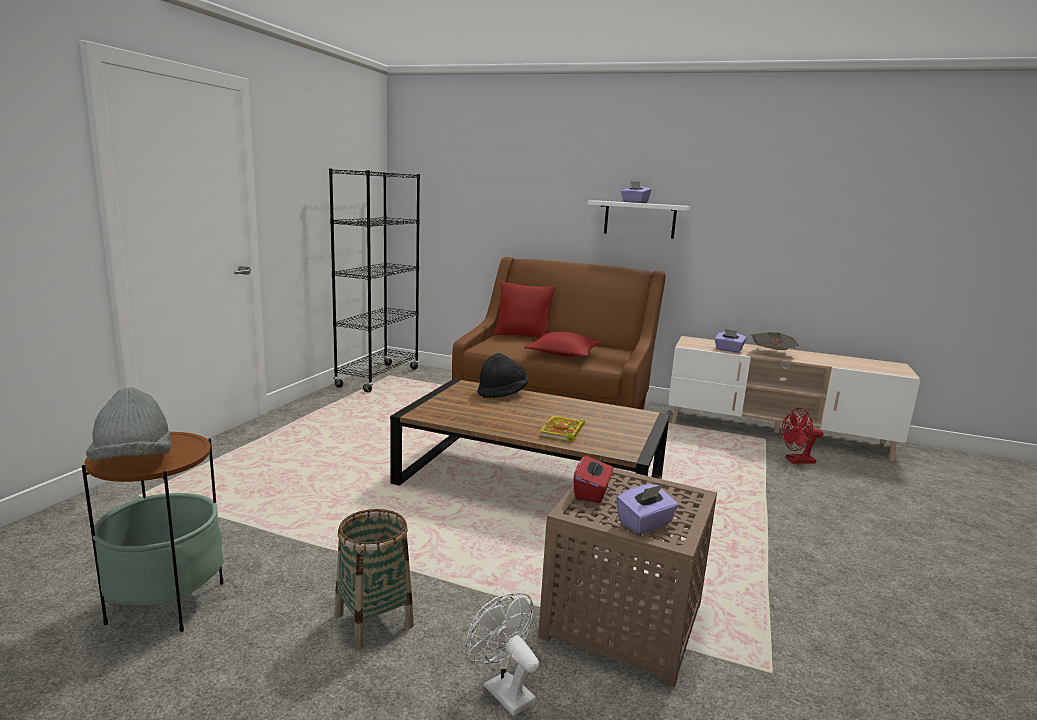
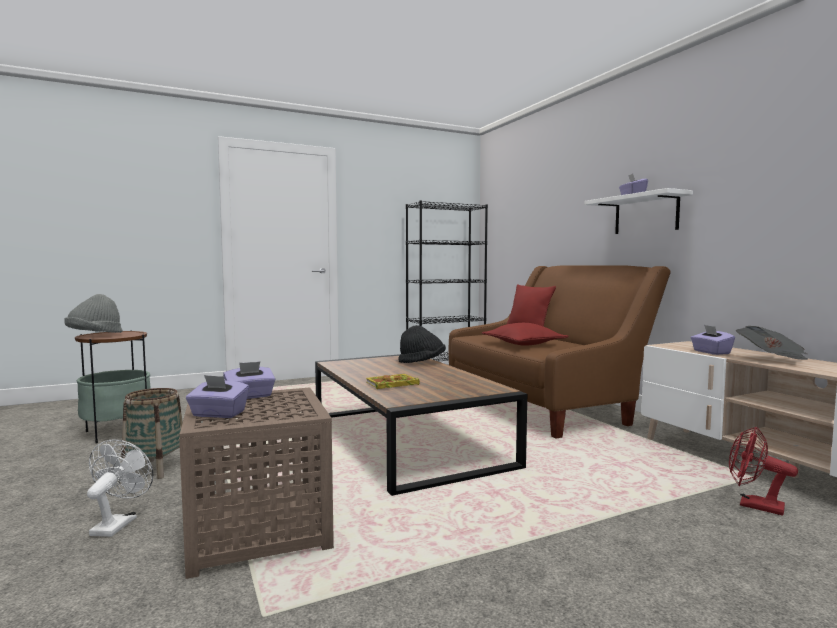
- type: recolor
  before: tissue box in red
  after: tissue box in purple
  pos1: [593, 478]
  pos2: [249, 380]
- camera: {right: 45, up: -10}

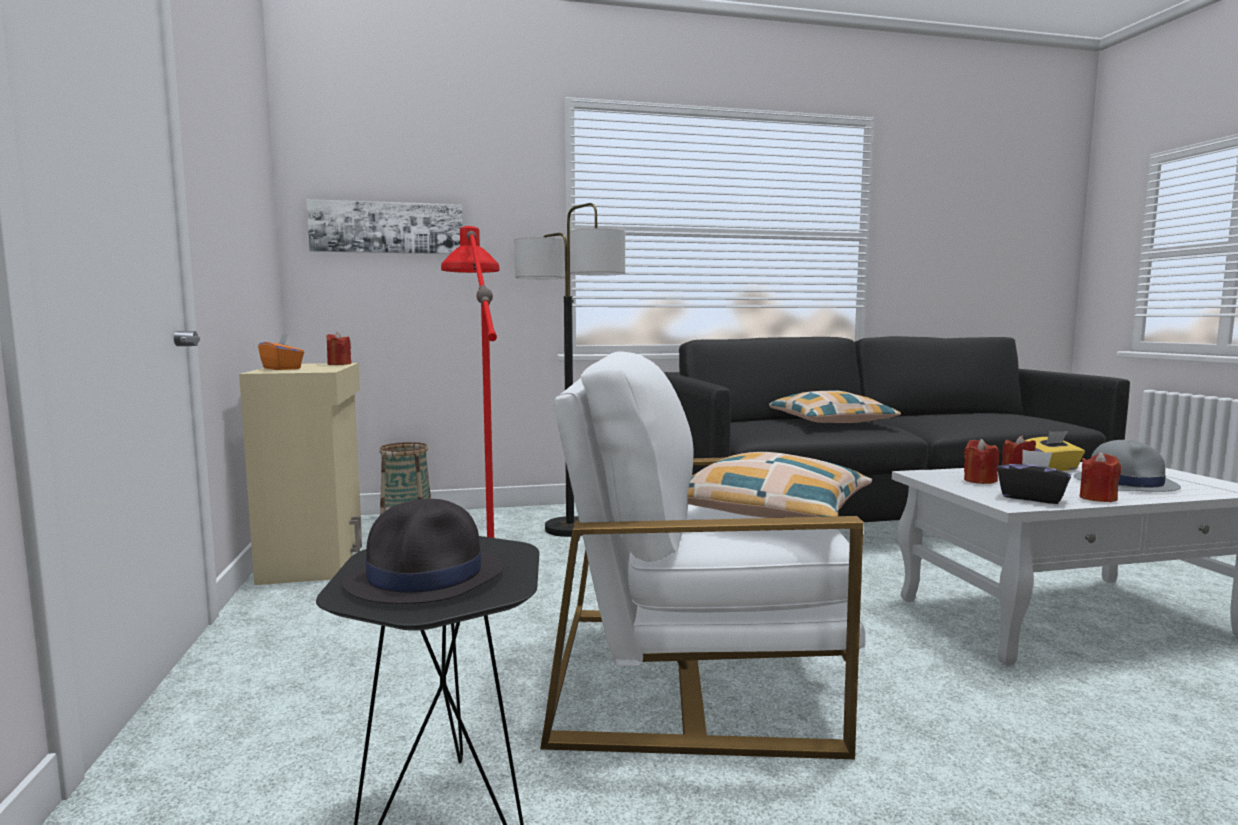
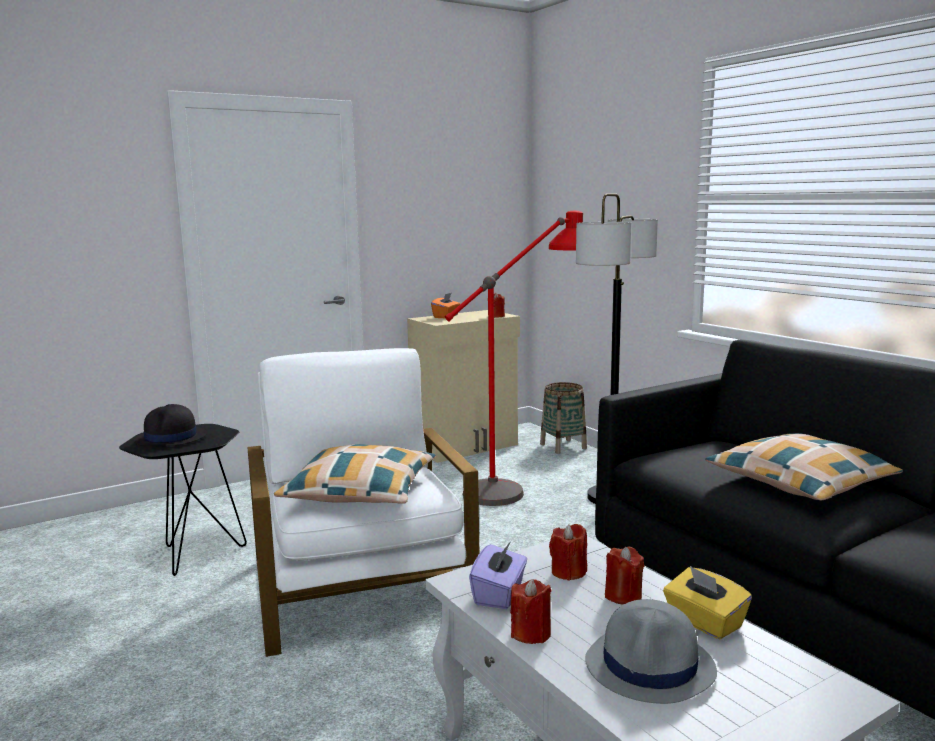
- type: delete
  before: picture
  pos1: [384, 226]
- type: recolor
  before: tissue box in black
  after: tissue box in purple
  pos1: [1034, 477]
  pos2: [498, 575]
- camera: {right: 70, up: 5}

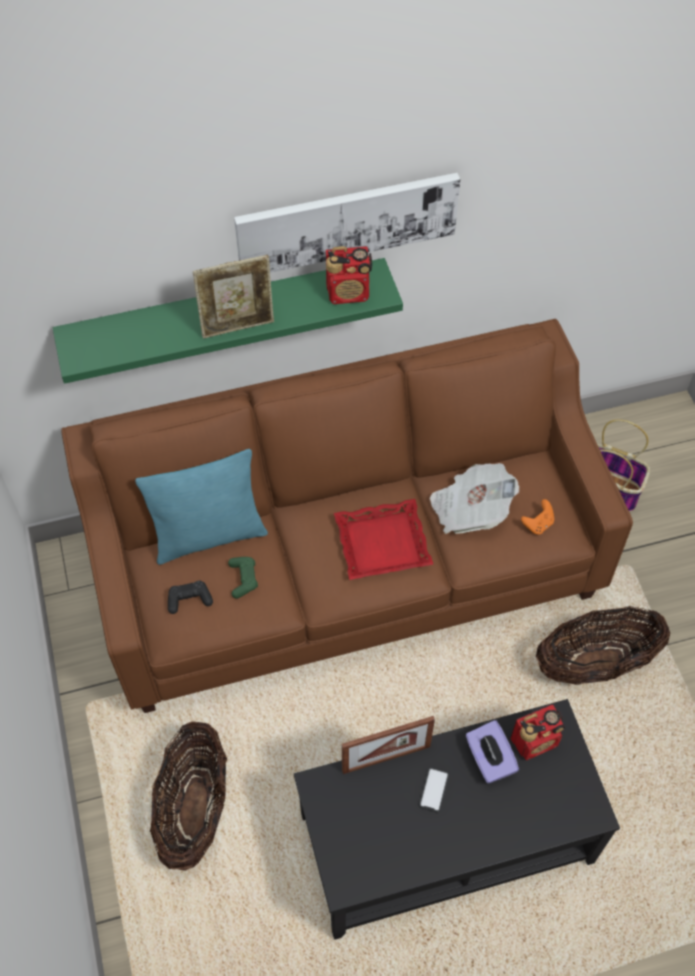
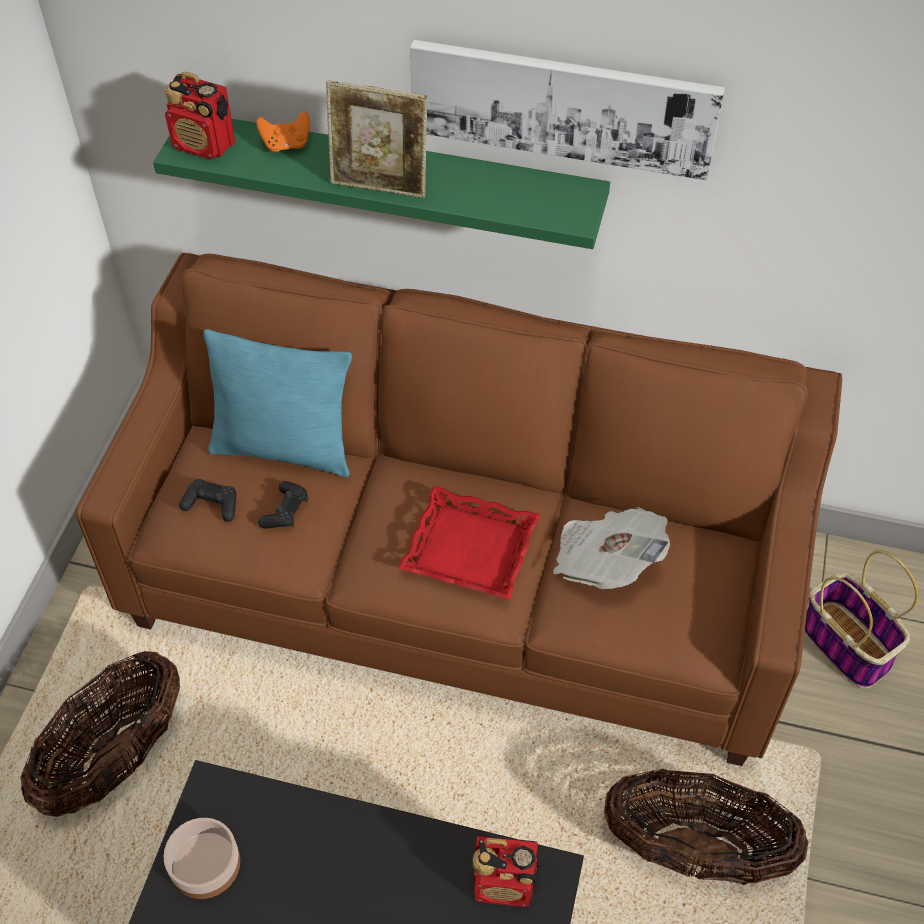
- type: move
  before: radio
  pos1: [349, 275]
  pos2: [200, 115]
- type: move
  before: game controller in orange
  pos1: [537, 517]
  pos2: [283, 131]
- type: recolor
  before: game controller in green
  after: game controller in black
  pos1: [243, 578]
  pos2: [283, 505]
- type: delete
  before: picture frame
  pos1: [388, 745]
- type: delete
  before: tissue box in purple
  pos1: [492, 752]
- type: delete
  before: phone
  pos1: [434, 790]
- type: insert
  after: bowl
  pos2: [202, 858]
- camera: {right: 30, up: -5}

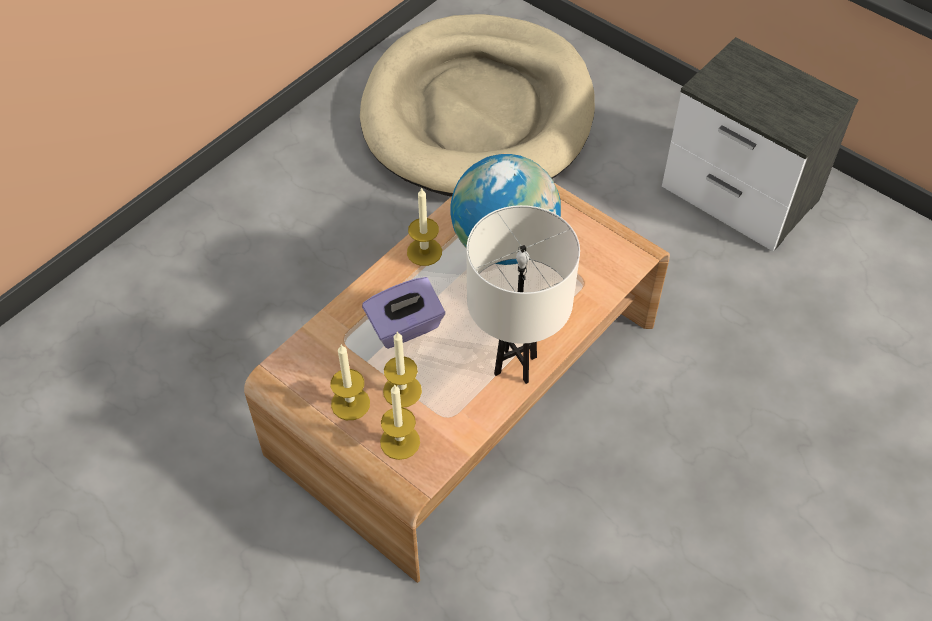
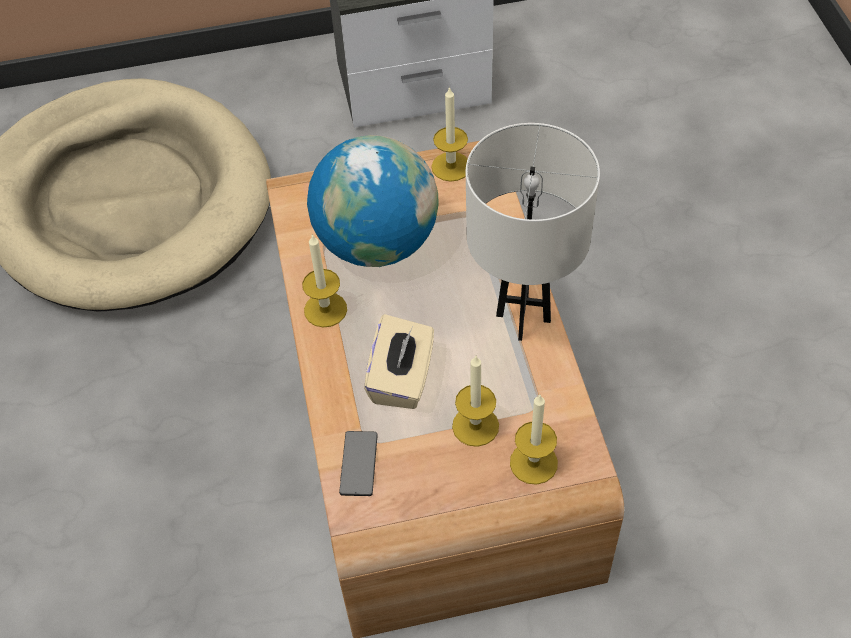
- type: recolor
  before: tissue box in purple
  after: tissue box in beige
  pos1: [403, 313]
  pos2: [399, 361]
- type: move
  before: candle
  pos1: [350, 382]
  pos2: [449, 134]
- type: insert
  after: phone
  pos2: [358, 463]
- camera: {right: -50, up: 0}

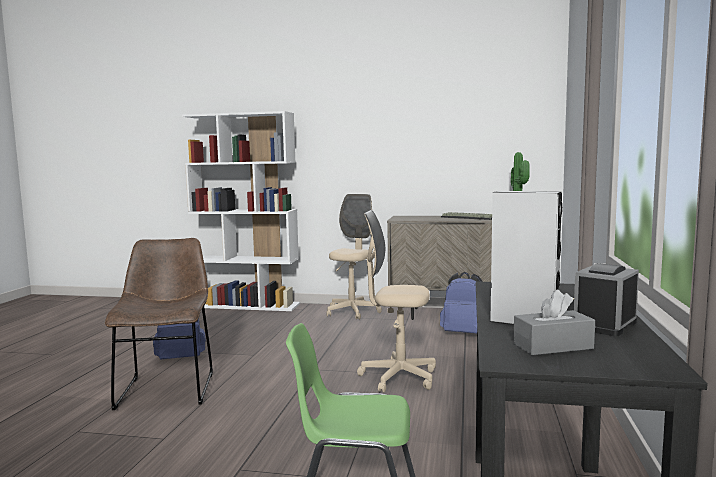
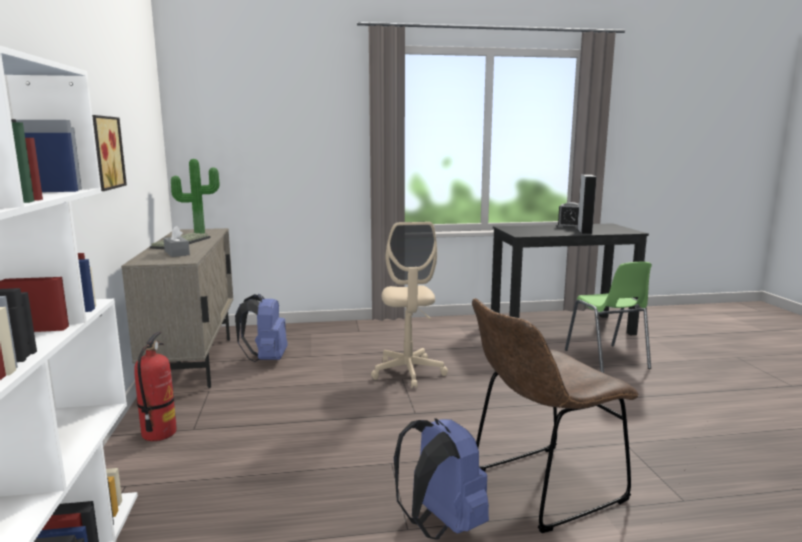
- type: replace
  before: office chair in beige
  after: fire extinguisher
  pos1: [354, 256]
  pos2: [155, 386]
- type: move
  before: tissue box in grey
  pos1: [554, 322]
  pos2: [177, 241]
- type: insert
  after: picture
  pos2: [109, 153]
- camera: {right: -110, up: 5}

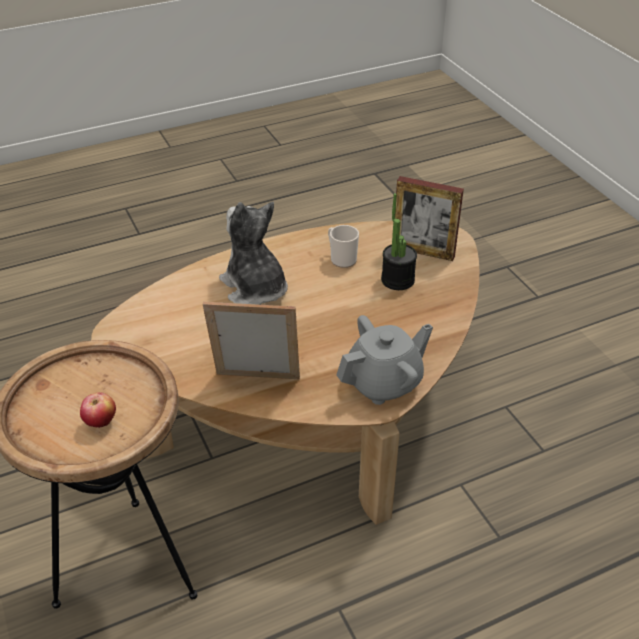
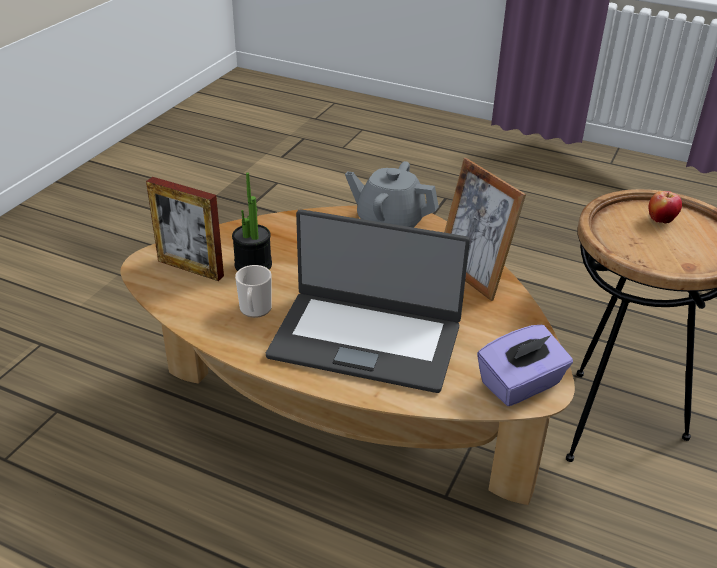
- type: rotate
  before: picture frame
  pos1: [429, 218]
  pos2: [185, 229]
  turn: 135
- type: replace
  before: plush toy
  after: laptop
  pos1: [253, 253]
  pos2: [368, 301]
- type: insert
  after: tissue box in purple
  pos2: [525, 365]
- camera: {right: -130, up: -5}

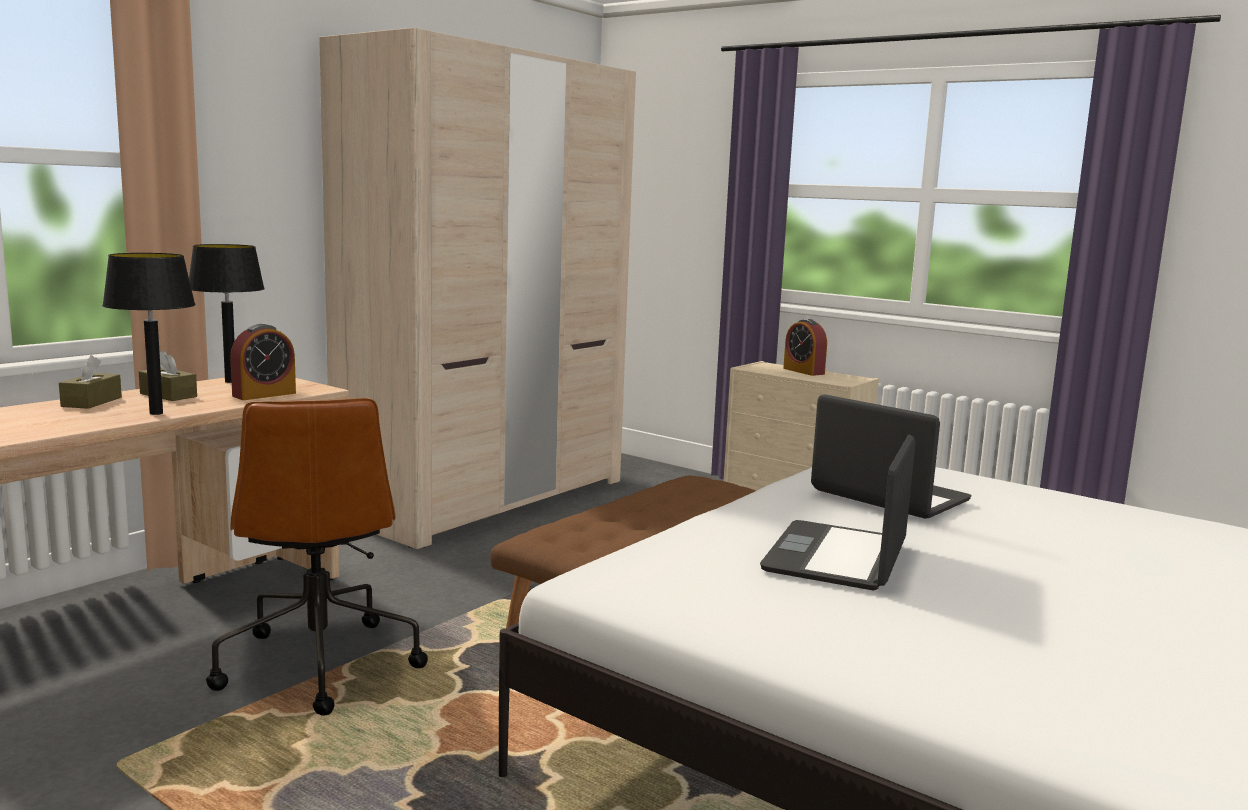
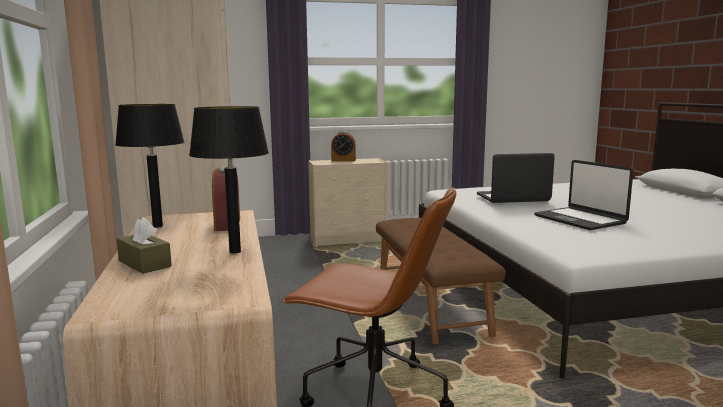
- type: delete
  before: tissue box in brown
  pos1: [168, 375]
- camera: {right: -50, up: 0}

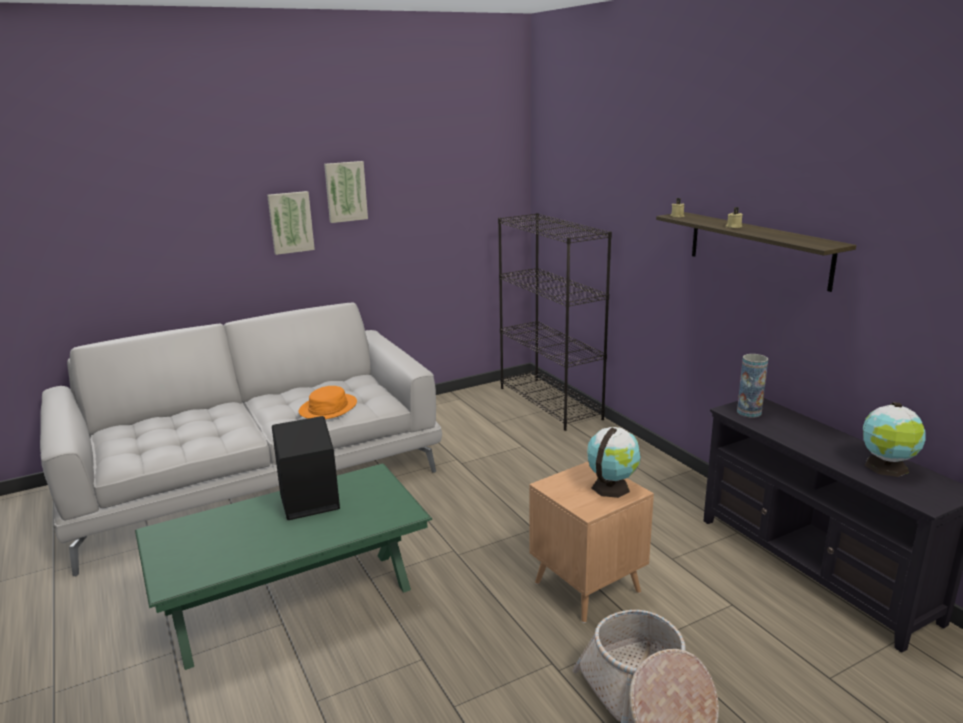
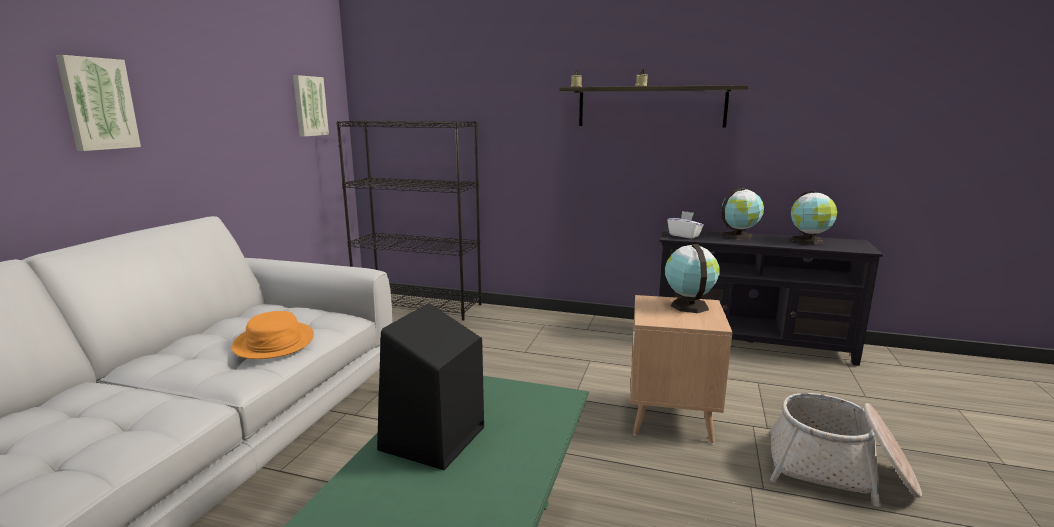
- type: move
  before: picture
  pos1: [346, 192]
  pos2: [311, 106]
- type: replace
  before: vase
  after: tissue box in white
  pos1: [752, 386]
  pos2: [685, 225]
- type: insert
  after: globe
  pos2: [742, 214]
- camera: {right: -45, up: -5}

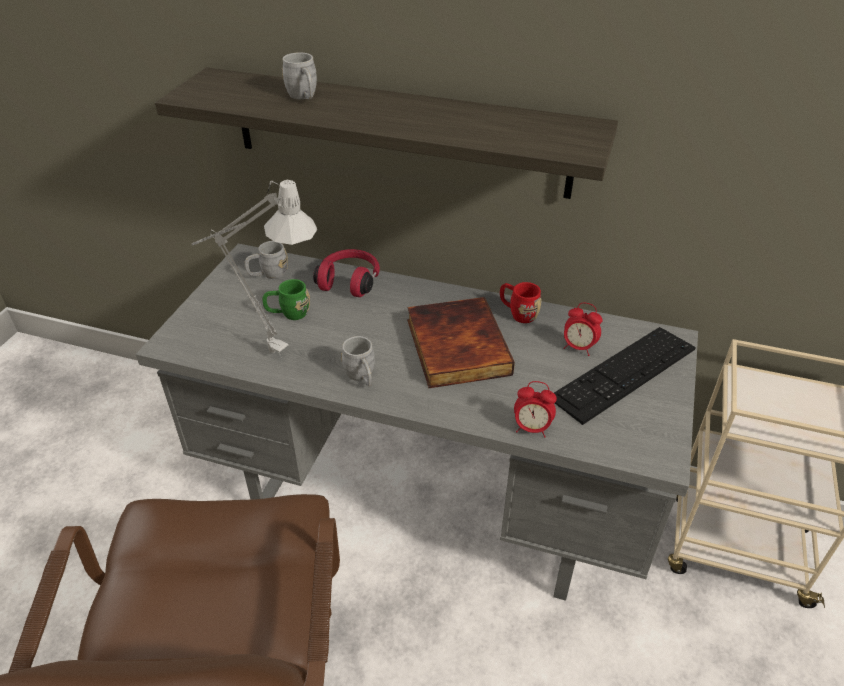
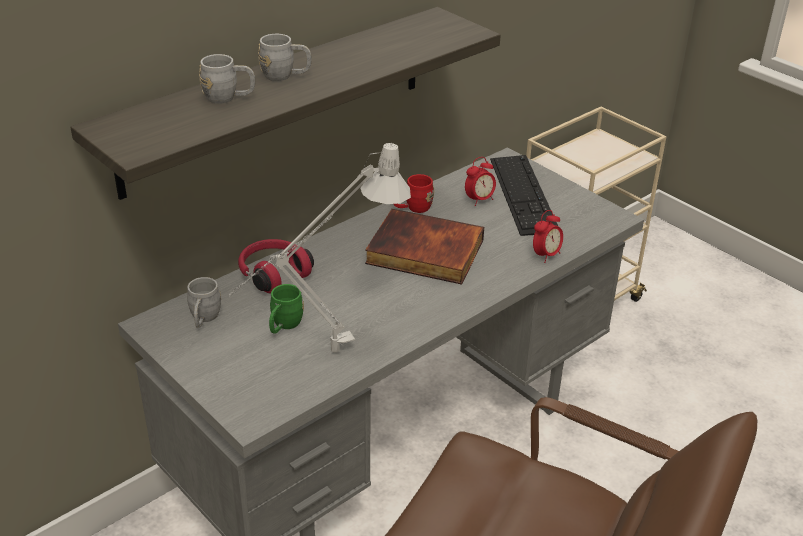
- type: move
  before: mug in grey
  pos1: [358, 361]
  pos2: [285, 57]
- camera: {right: -60, up: -5}

